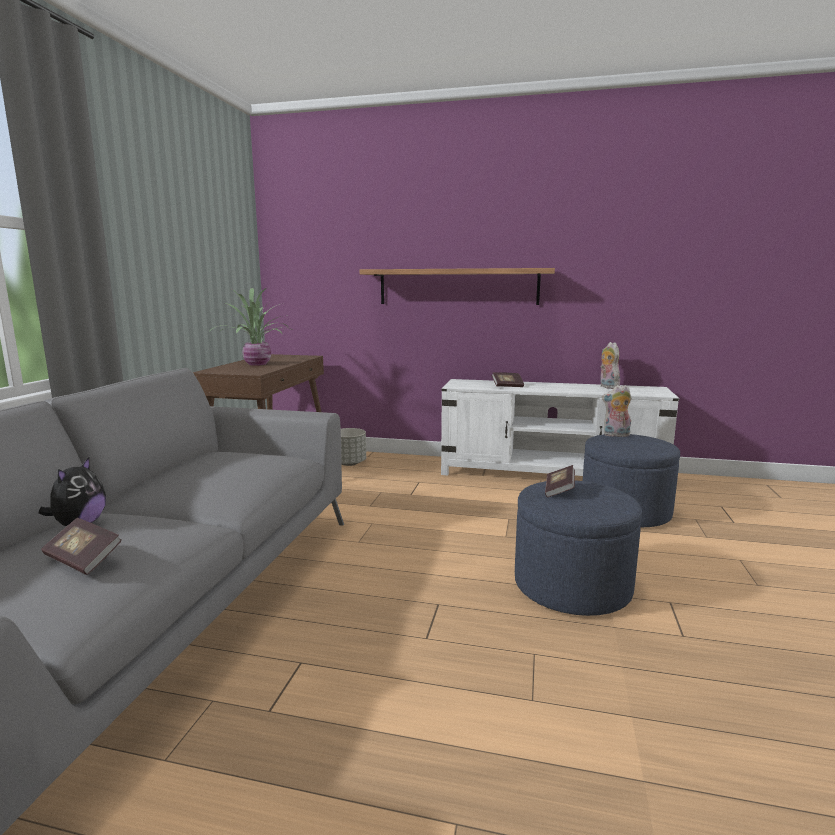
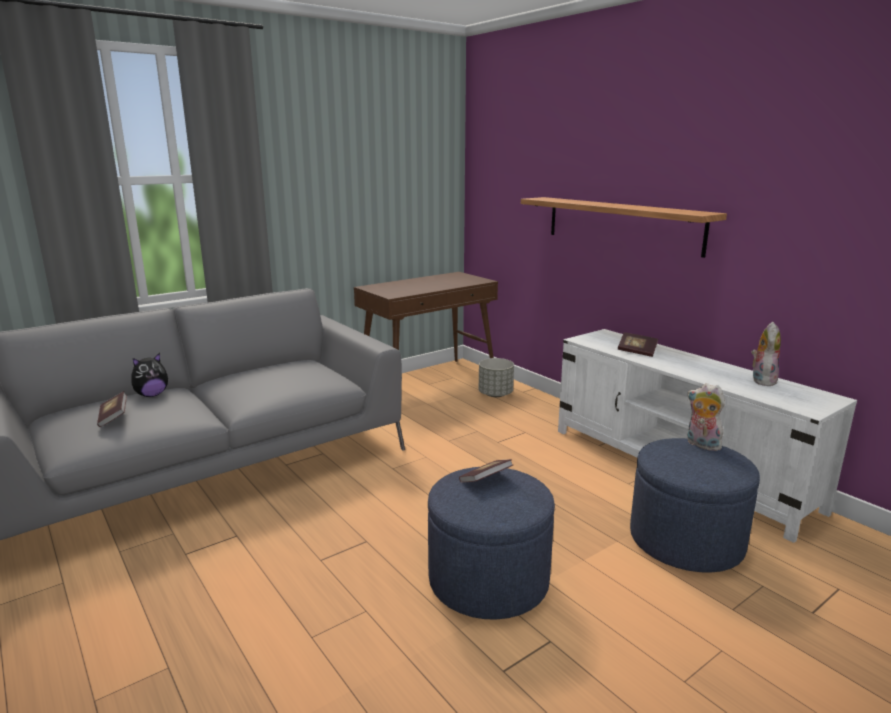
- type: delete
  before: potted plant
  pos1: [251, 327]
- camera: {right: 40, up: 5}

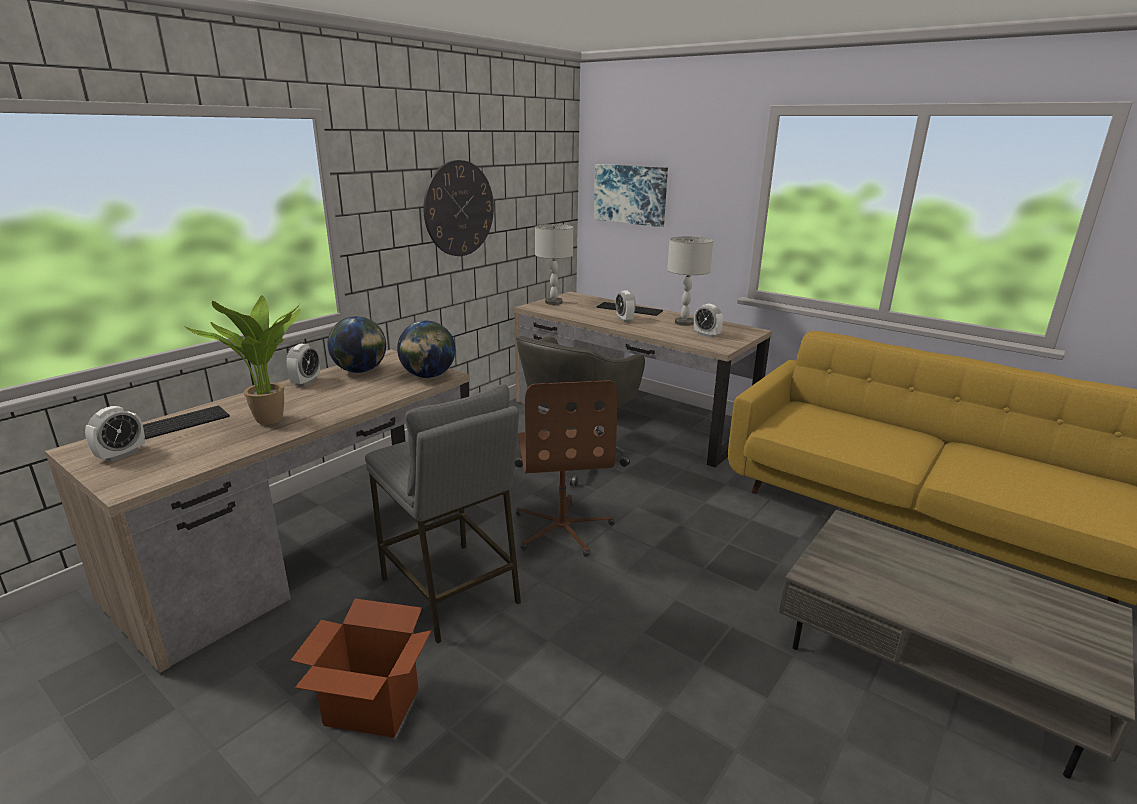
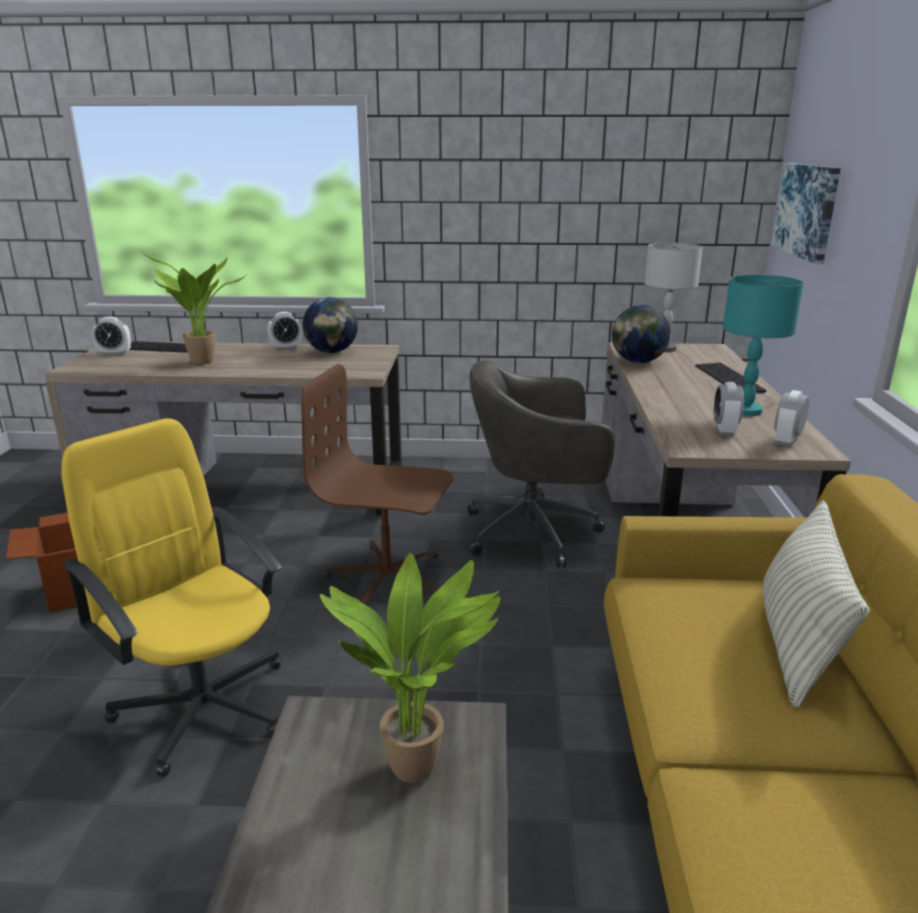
- type: delete
  before: wall clock
  pos1: [458, 208]
- type: recolor
  before: table lamp in grey
  after: table lamp in turquoise
  pos1: [690, 281]
  pos2: [763, 345]
- type: move
  before: alarm clock
  pos1: [625, 306]
  pos2: [792, 418]
- type: move
  before: globe
  pos1: [426, 349]
  pos2: [641, 334]
- type: rotate
  before: office chair in brown
  pos1: [567, 468]
  pos2: [377, 485]
  turn: 60
- type: delete
  before: stool in grey
  pos1: [443, 514]
- type: insert
  after: office chair in yellow
  pos2: [171, 597]
- type: insert
  after: pillow
  pos2: [816, 604]
- type: insert
  after: potted plant
  pos2: [410, 668]
- camera: {right: 55, up: 0}

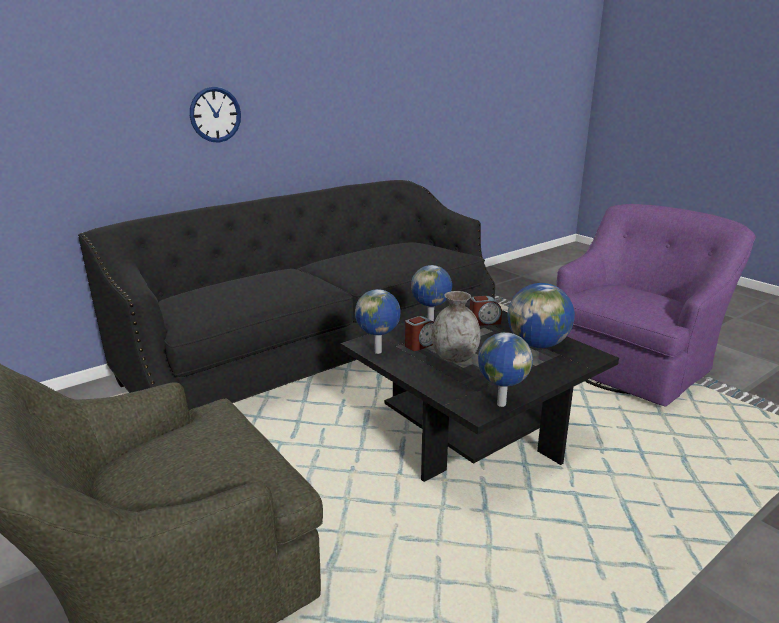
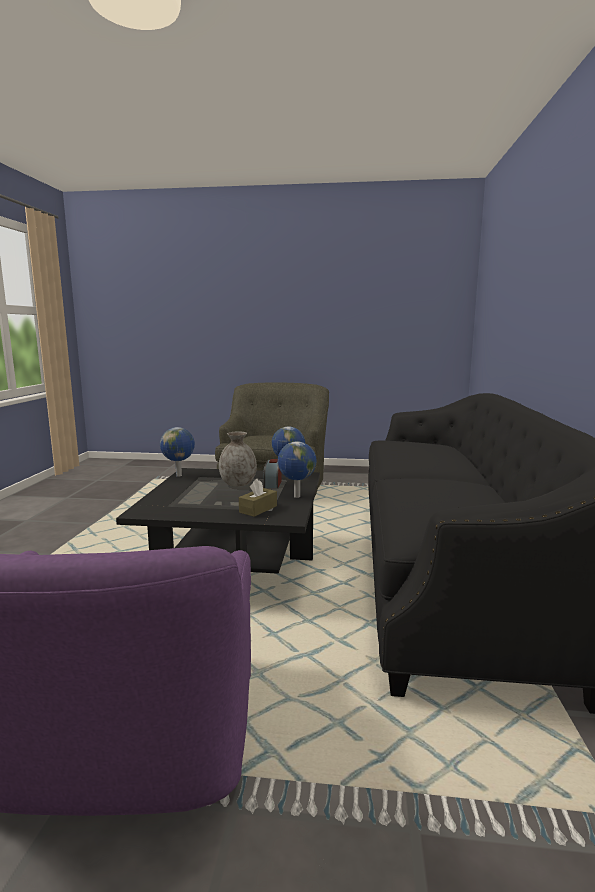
- type: delete
  before: wall clock
  pos1: [215, 114]
- type: delete
  before: globe
  pos1: [541, 315]
- type: replace
  before: alarm clock
  after: tissue box in brown
  pos1: [486, 311]
  pos2: [258, 498]
- camera: {right: 135, up: -10}

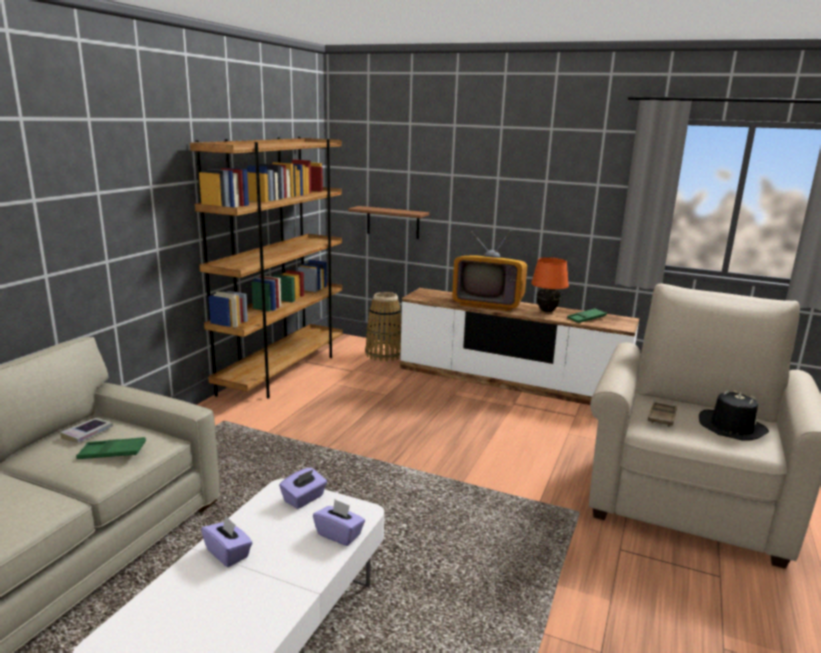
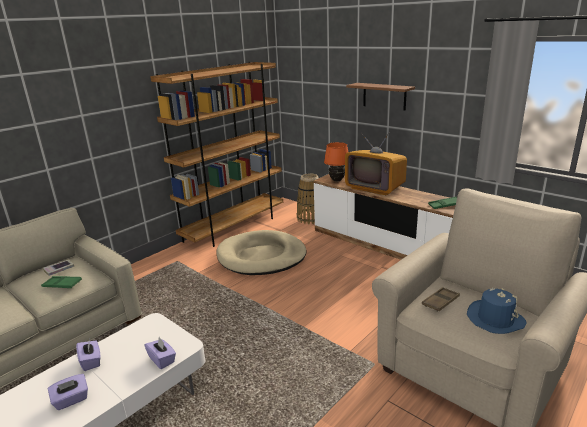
- type: move
  before: shelf in brown
  pos1: [388, 222]
  pos2: [380, 97]
- type: move
  before: table lamp in orange
  pos1: [550, 284]
  pos2: [336, 161]
- type: recolor
  before: hat in black
  after: hat in blue
  pos1: [734, 416]
  pos2: [497, 311]
- type: move
  before: tissue box in purple
  pos1: [303, 488]
  pos2: [68, 392]
- type: insert
  after: dog bed in beige
  pos2: [261, 252]
- camera: {right: 20, up: 5}

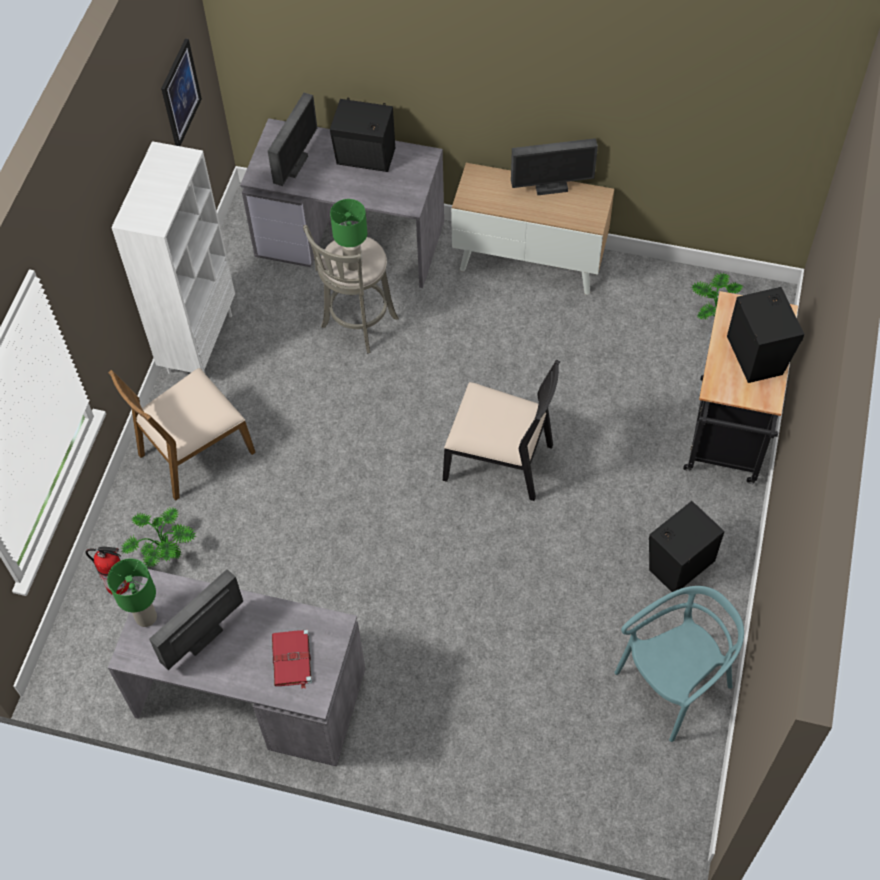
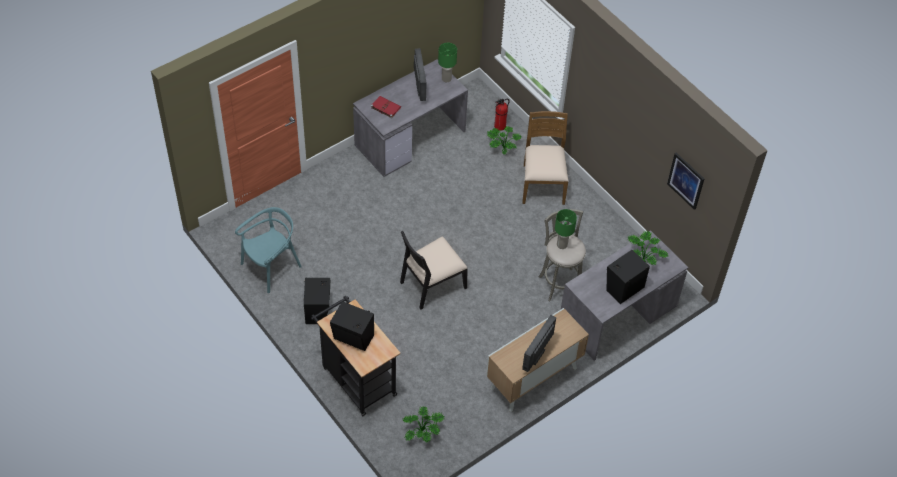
- type: replace
  before: monitor
  after: potted plant
  pos1: [292, 139]
  pos2: [648, 248]
- type: delete
  before: bookcase in white
  pos1: [173, 257]
- type: rotate
  before: chair in turquoise
  pos1: [679, 664]
  pos2: [268, 250]
  turn: -135
- camera: {right: 125, up: -5}

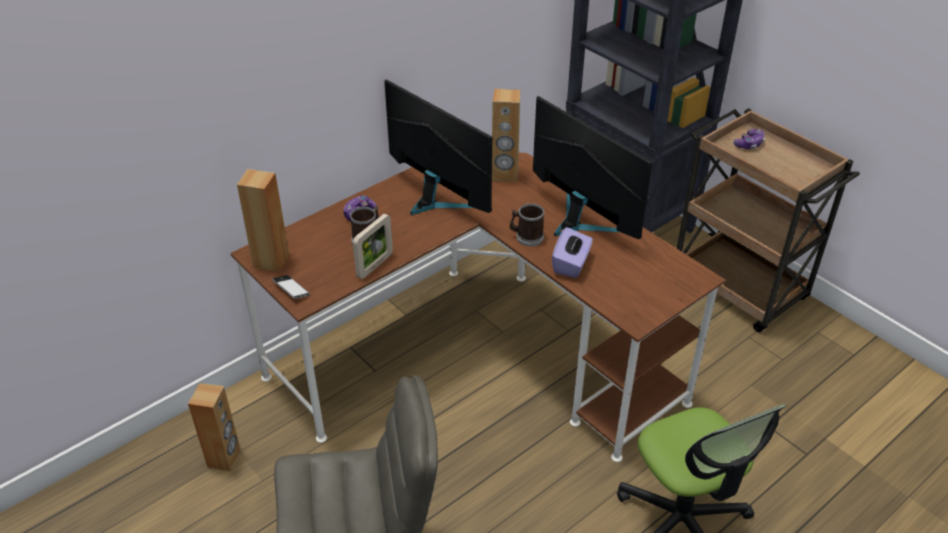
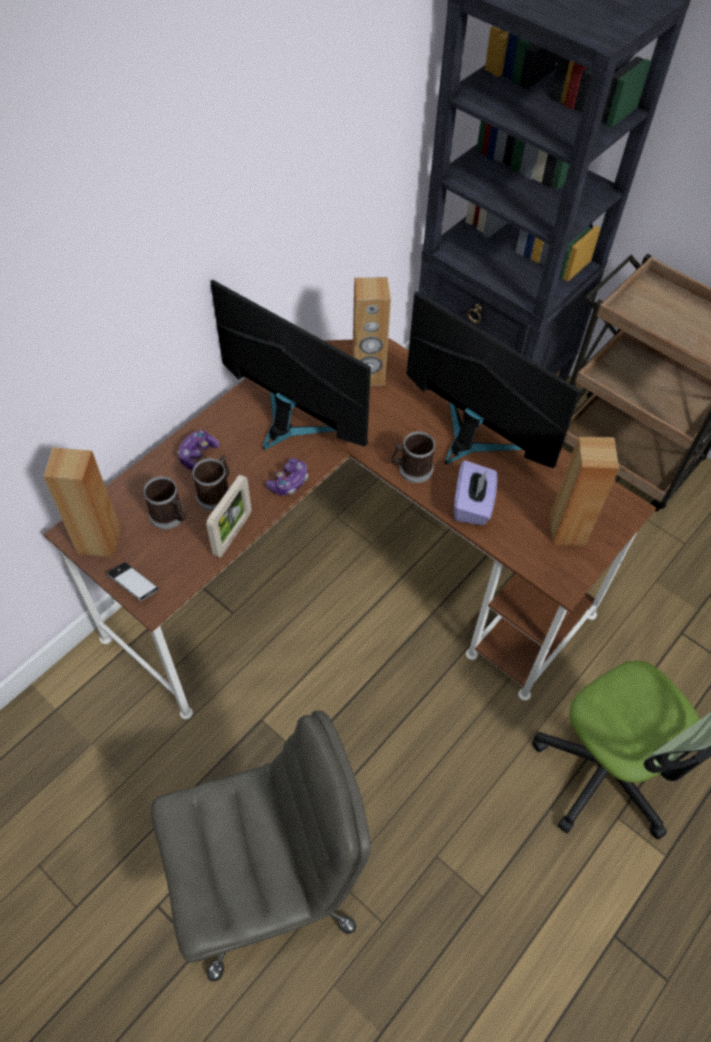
- type: move
  before: game controller
  pos1: [749, 139]
  pos2: [286, 476]
- type: move
  before: speaker in brown
  pos1: [214, 427]
  pos2: [584, 491]
- type: insert
  after: mug
  pos2: [164, 502]
- camera: {right: -10, up: 15}

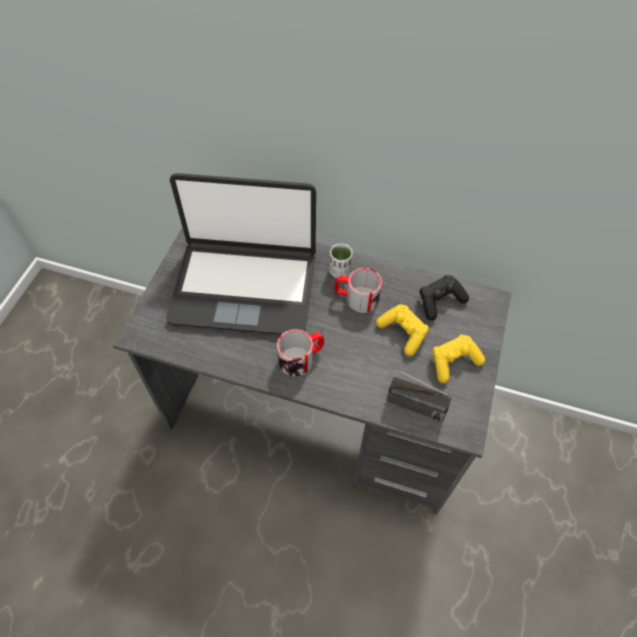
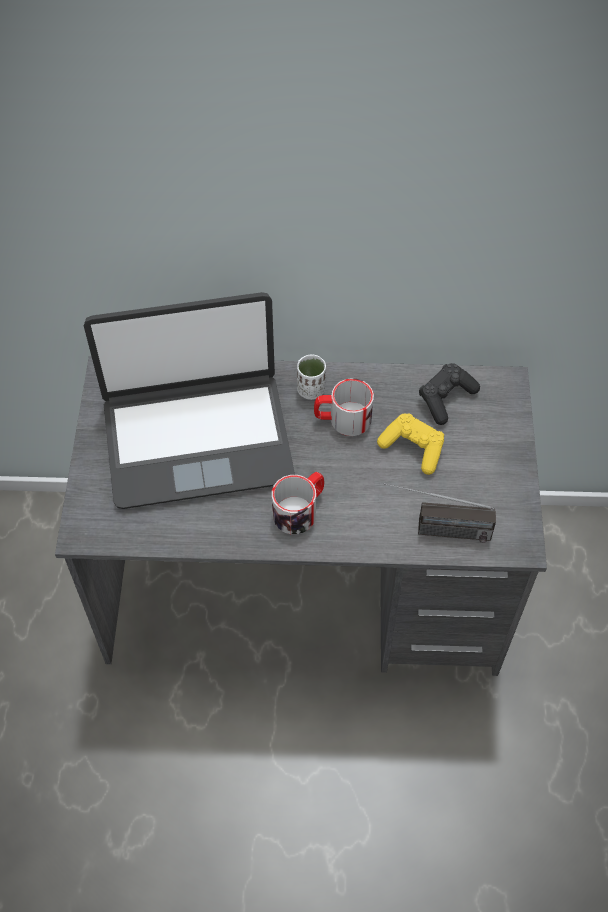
- type: delete
  before: game controller in yellow
  pos1: [458, 359]
- camera: {right: -15, up: 0}

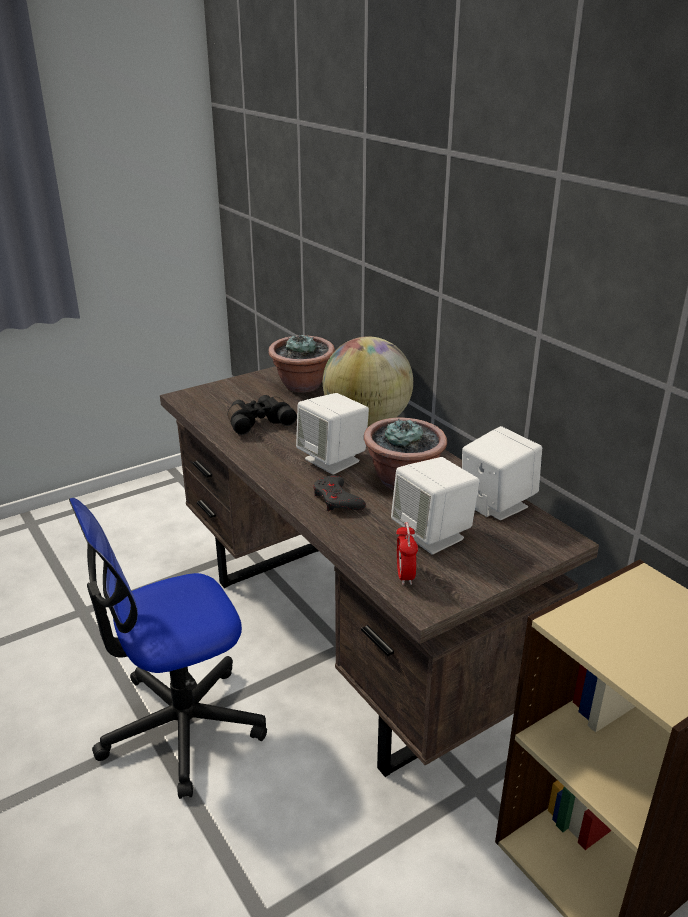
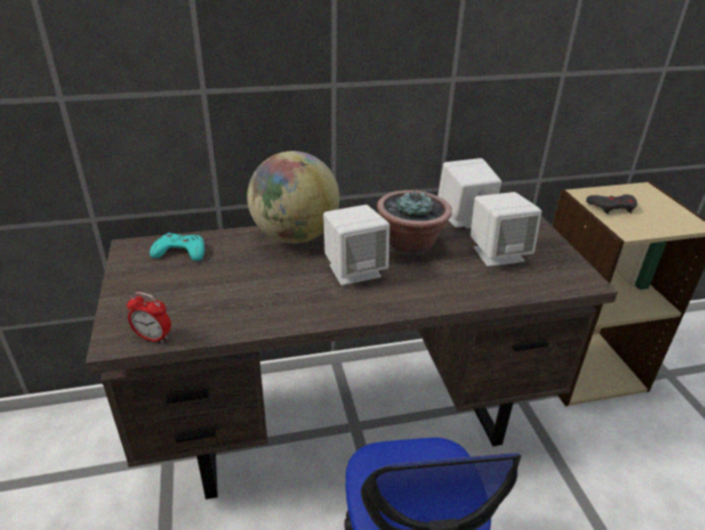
- type: replace
  before: potted plant
  after: game controller in turquoise
  pos1: [302, 363]
  pos2: [177, 247]
- type: delete
  before: binoculars in black
  pos1: [262, 415]
- type: move
  before: game controller in grey
  pos1: [339, 493]
  pos2: [611, 204]
- type: move
  before: alarm clock
  pos1: [407, 553]
  pos2: [149, 318]
- camera: {right: -70, up: 5}

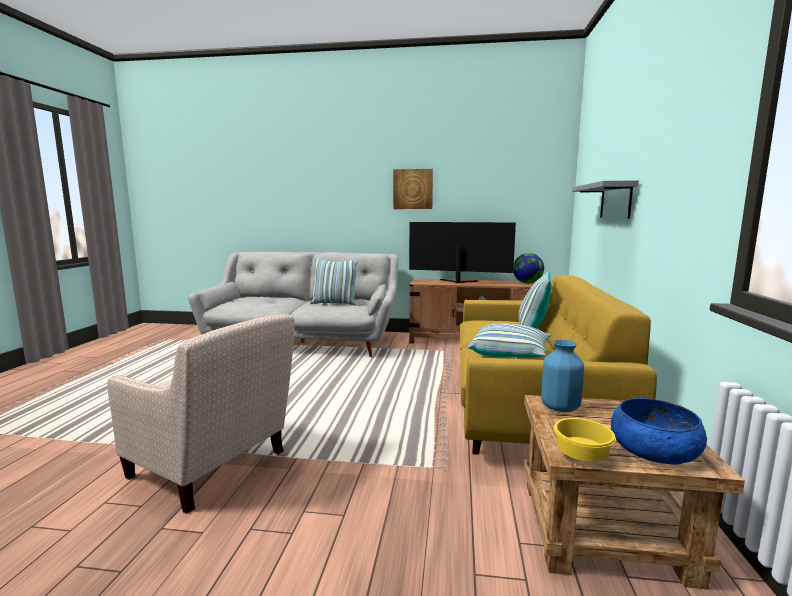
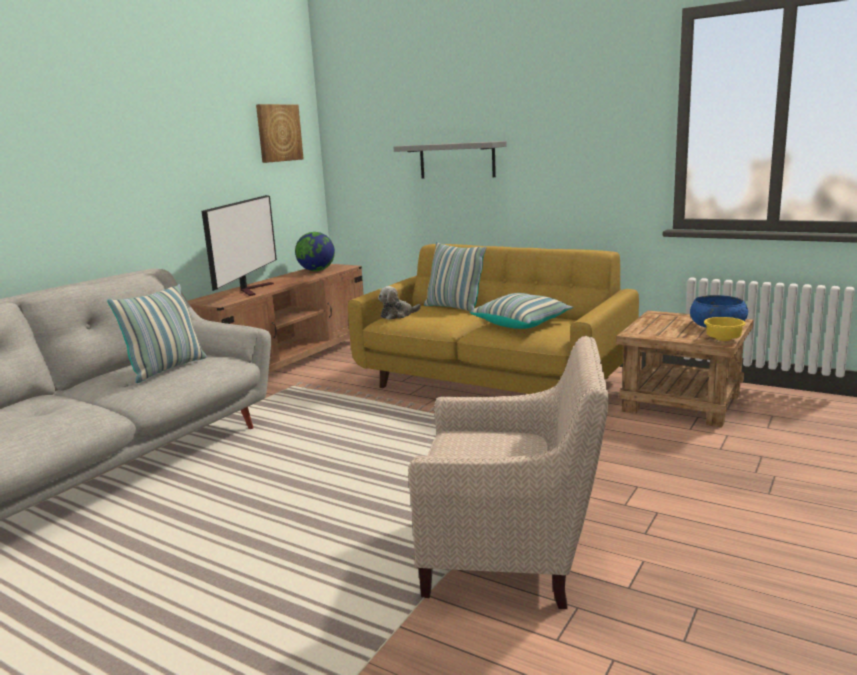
- type: move
  before: picture
  pos1: [413, 189]
  pos2: [280, 133]
- type: rotate
  before: television
  pos1: [462, 252]
  pos2: [239, 245]
  turn: 150
- type: rotate
  before: armchair in beige
  pos1: [201, 414]
  pos2: [508, 472]
  turn: 45
- type: delete
  before: vase in blue
  pos1: [562, 376]
- type: insert
  after: plush toy
  pos2: [399, 303]
- camera: {right: -65, up: 5}

